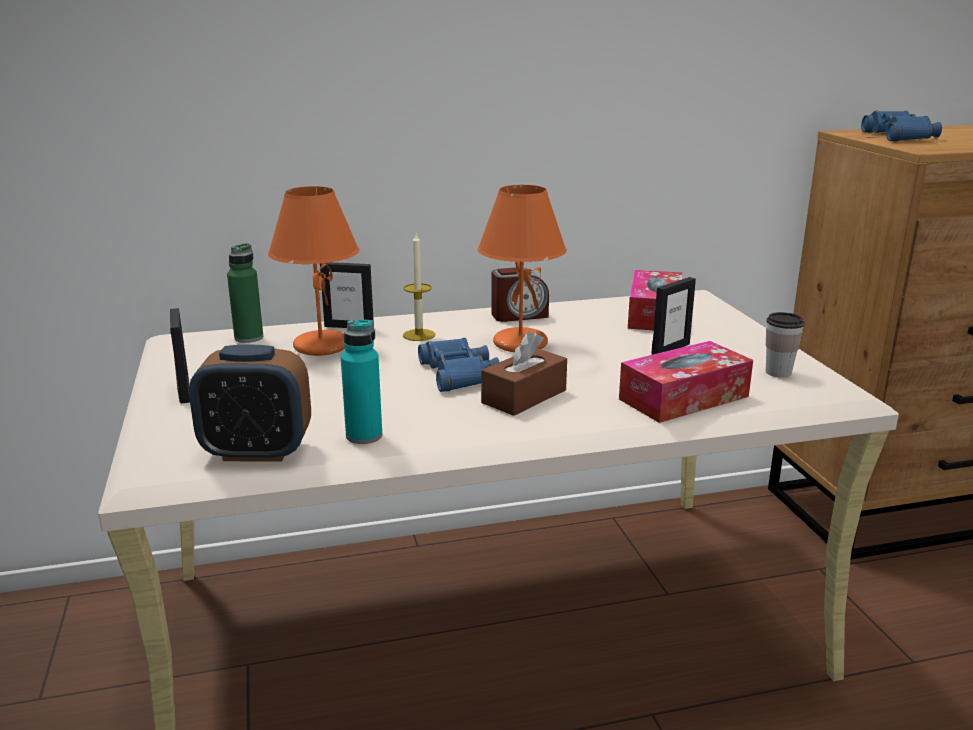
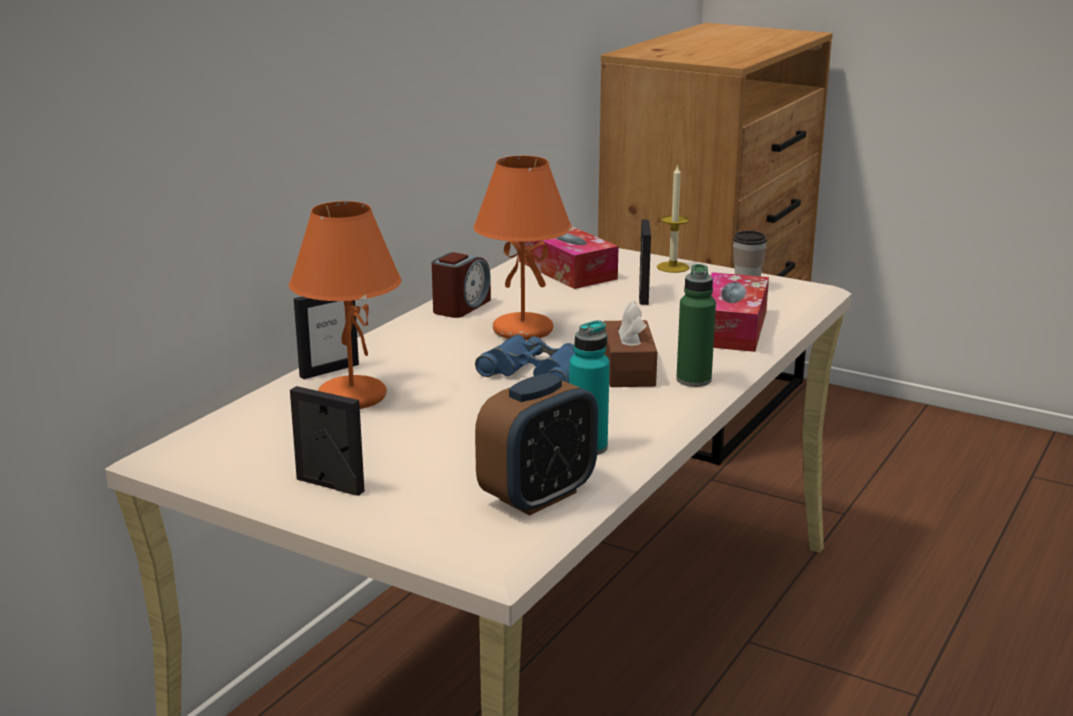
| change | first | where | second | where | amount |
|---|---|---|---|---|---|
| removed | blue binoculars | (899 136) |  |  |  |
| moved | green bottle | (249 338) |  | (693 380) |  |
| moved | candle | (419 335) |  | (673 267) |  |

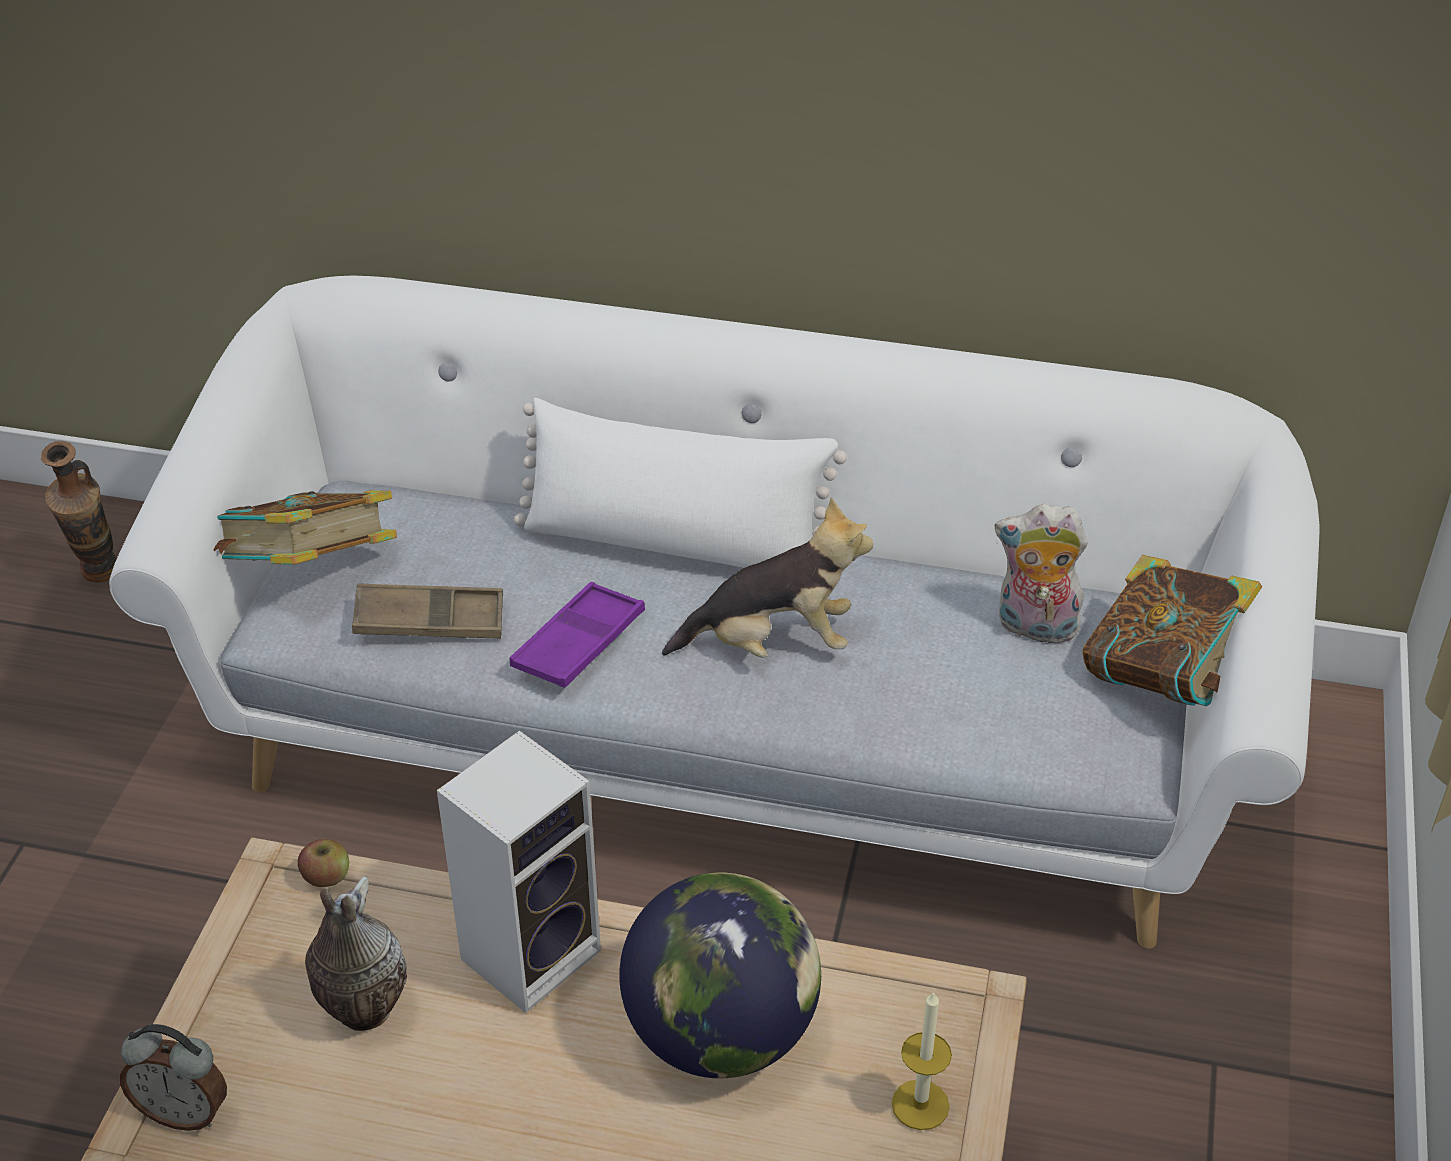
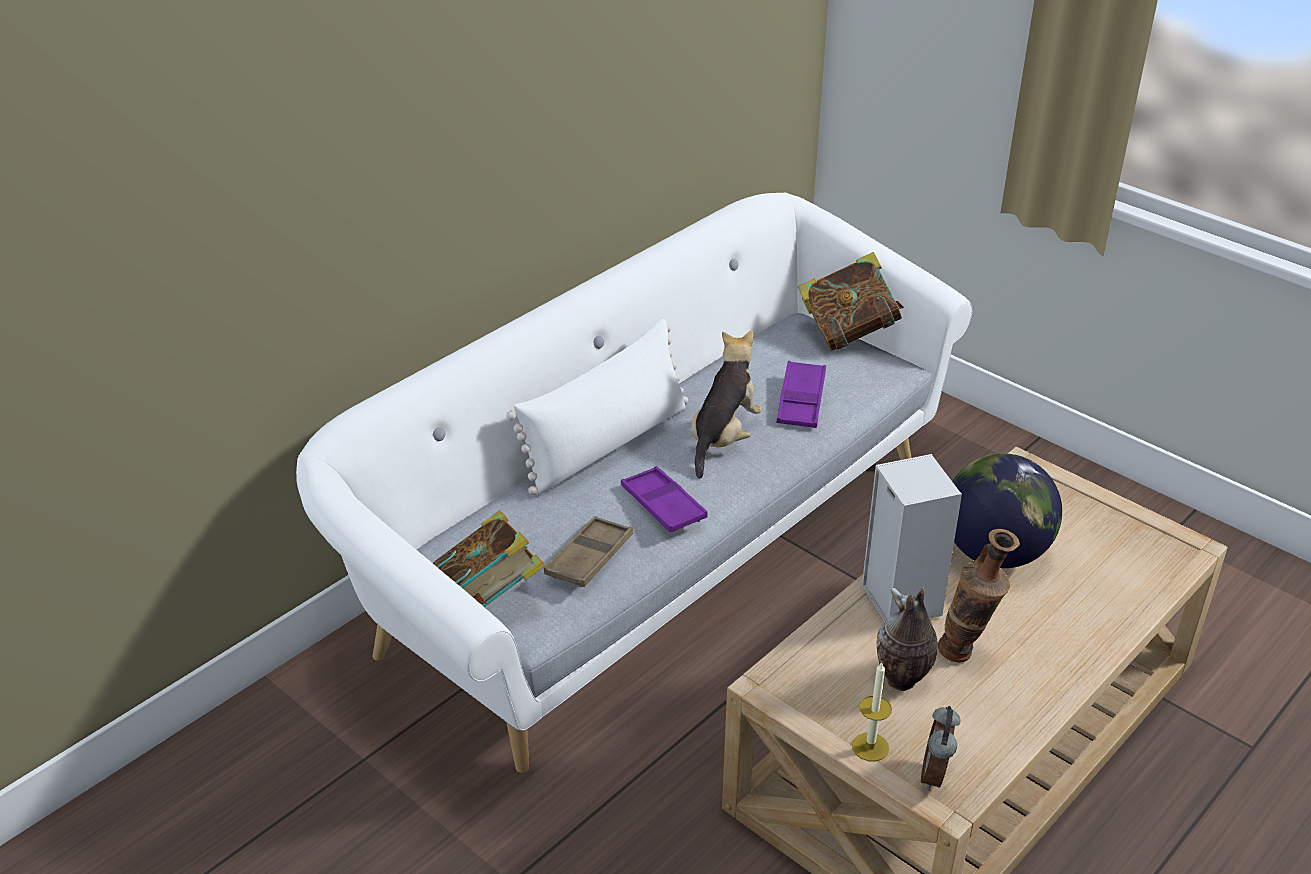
| change | first | where | second | where | amount |
|---|---|---|---|---|---|
| removed | apple | (326 876) |  |  |  |
| removed | plush toy | (1034 628) |  |  |  |
| added |  |  | purple tray | (801 400) |  |
| moved | vase | (98 579) |  | (966 655) |  |
| moved | candle | (920 1105) |  | (870 747) |  |
| turned | alarm clock | (184 1111) |  | (936 775) | 150 degrees clockwise |

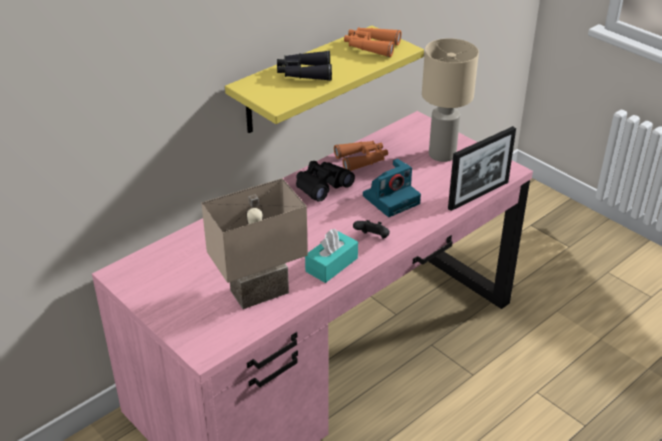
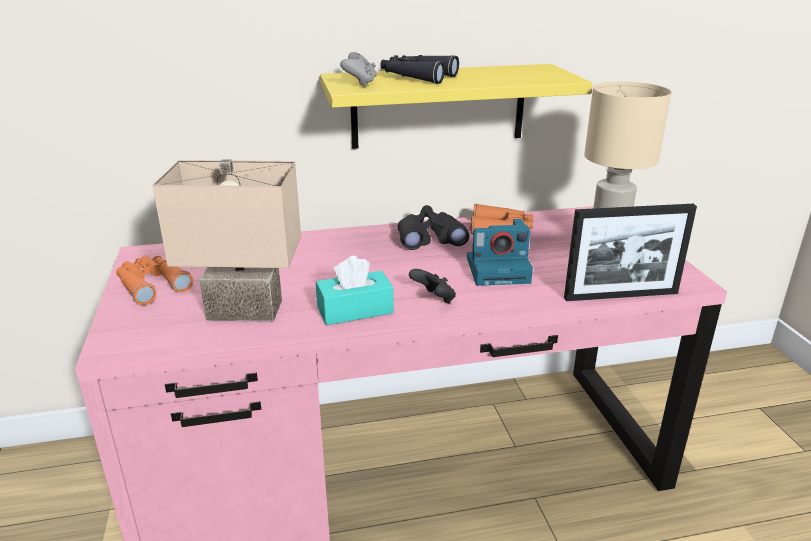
| change | first | where | second | where | amount |
|---|---|---|---|---|---|
| added |  |  | grey game controller | (360 84) |  |
| moved | orange binoculars | (371 47) |  | (151 285) |  |

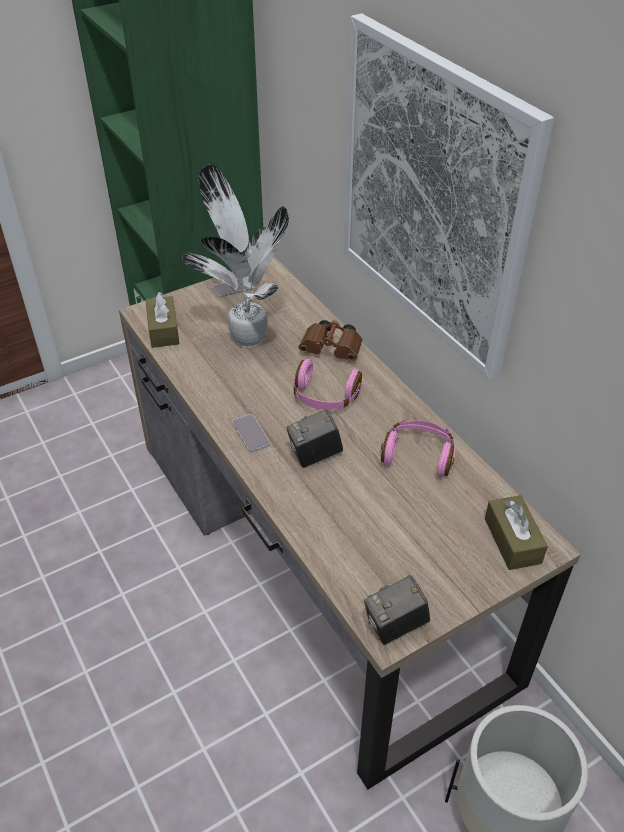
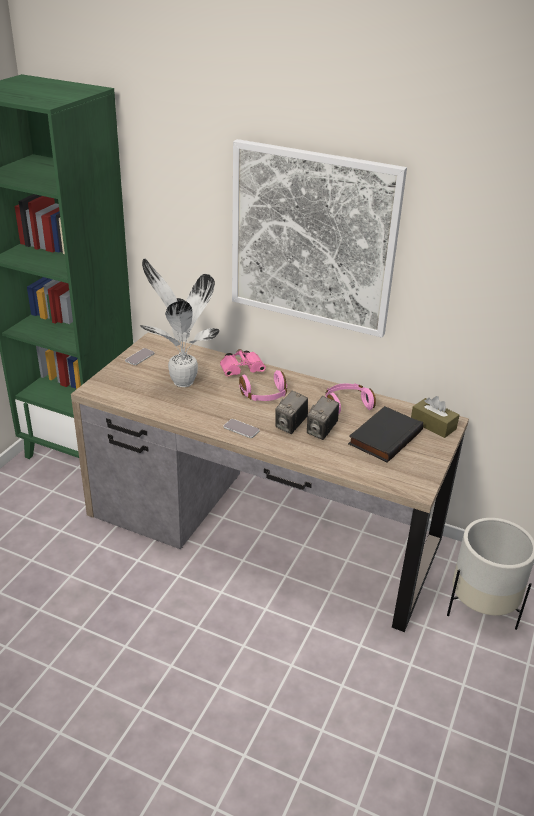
| change | first | where | second | where | amount |
|---|---|---|---|---|---|
| removed | brown tissue box | (163 330) |  |  |  |
| added |  |  | black book | (384 436) |  |
| moved | photo camera | (395 626) |  | (321 431) |  |
| recoloured | brown binoculars | (333 350) | pink binoculars | (243 370) |  |

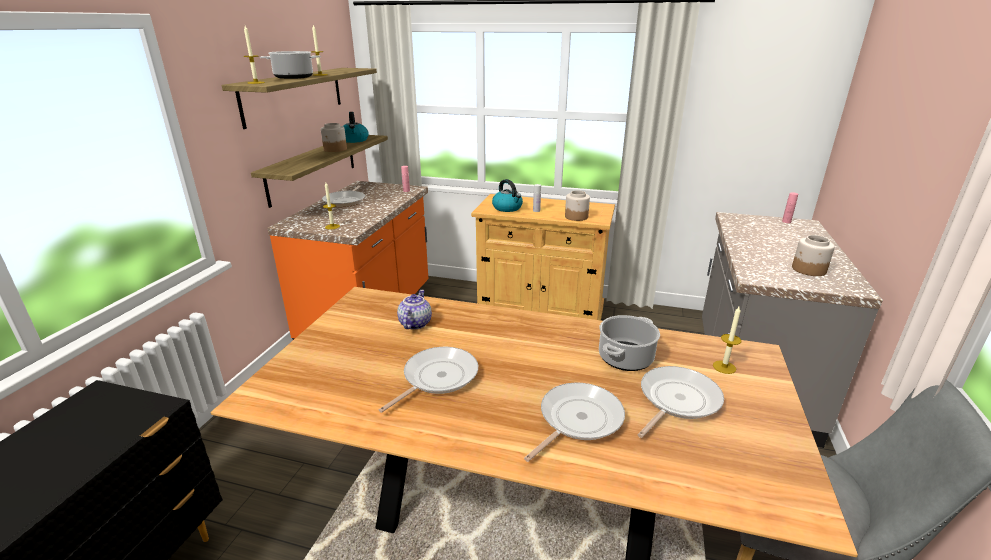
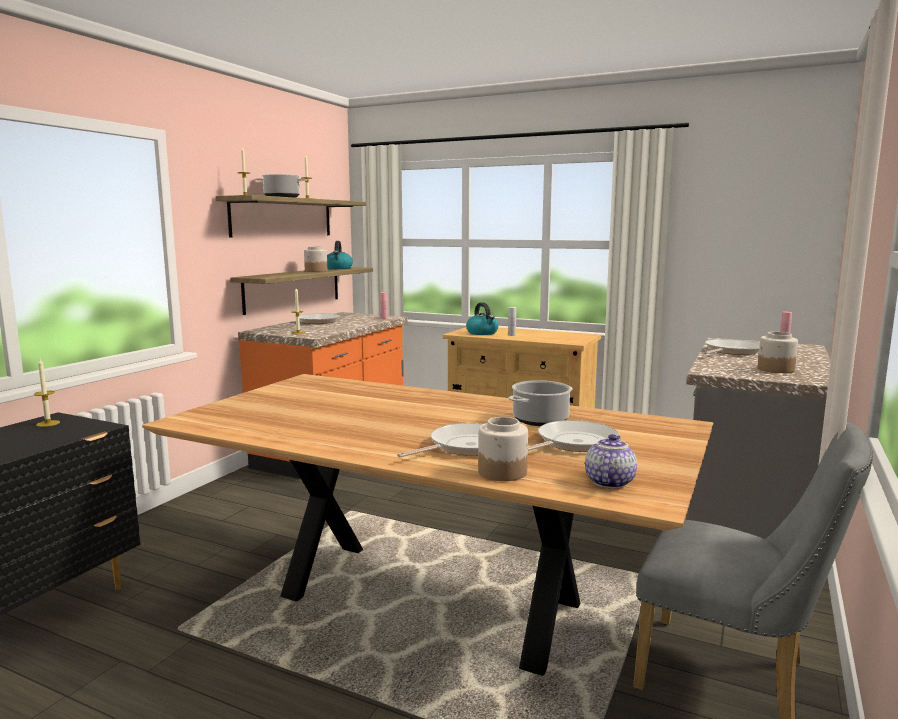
| change | first | where | second | where | amount |
|---|---|---|---|---|---|
| moved | frying pan | (437 378) |  | (731 351) |  |
| moved | teapot | (414 323) |  | (608 482) |  |
| moved | jar | (576 217) |  | (503 472) |  |
| moved | candle | (724 367) |  | (48 423) |  |

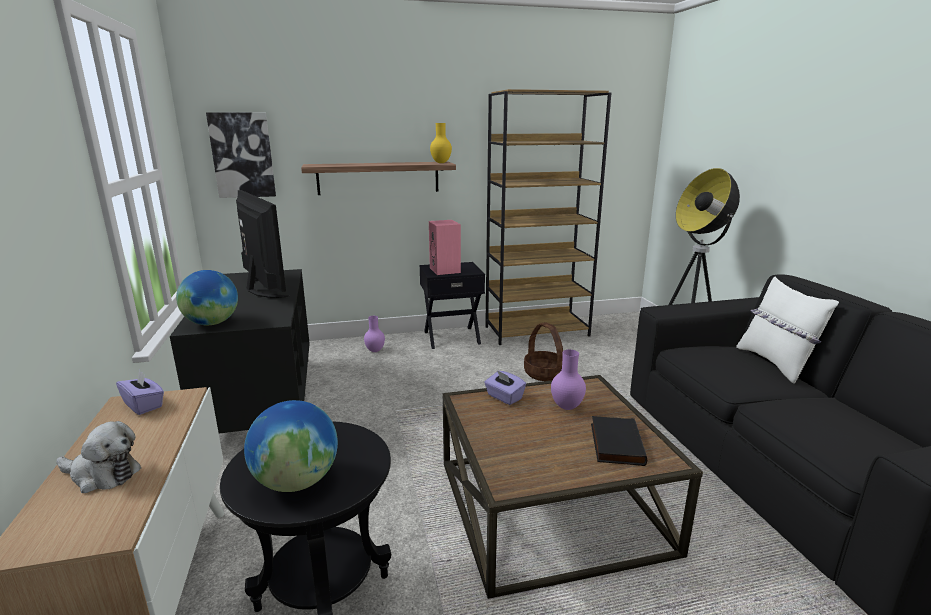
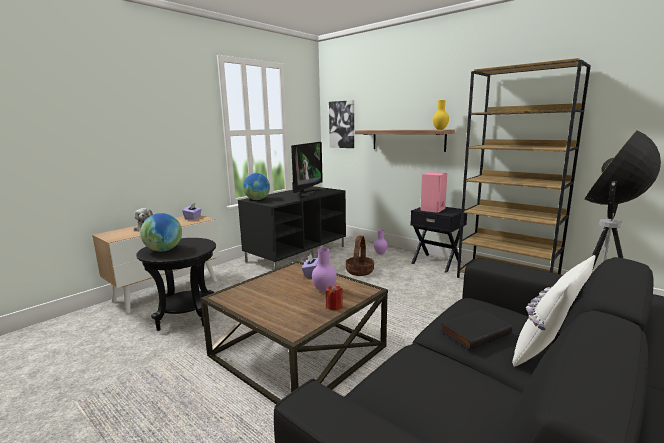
| change | first | where | second | where | amount |
|---|---|---|---|---|---|
| added |  |  | red candle | (334 306) |  |
| moved | basket | (544 373) |  | (360 271) |  |
| moved | black book | (614 443) |  | (474 331) |  |

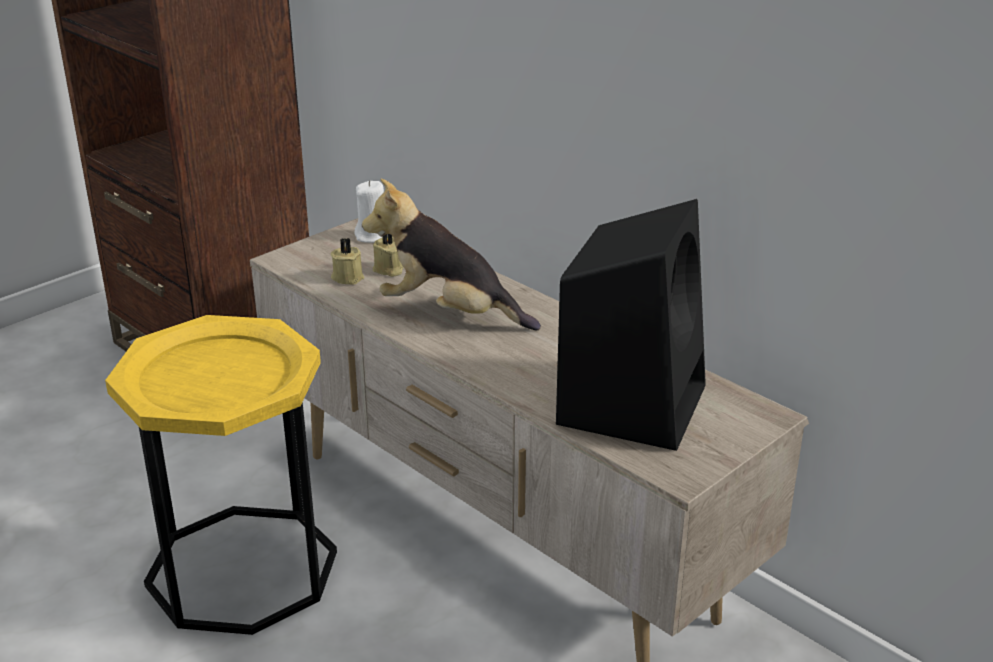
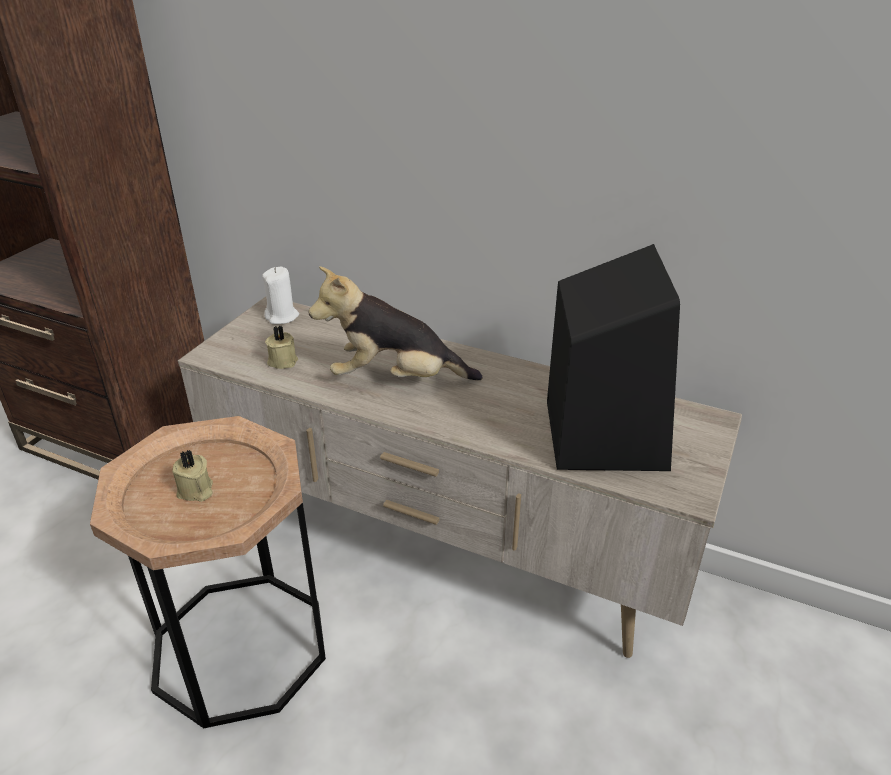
| change | first | where | second | where | amount |
|---|---|---|---|---|---|
| moved | beige candle | (389 269) |  | (195 491) |  |
| recoloured | yellow side table | (242 569) | brown side table | (240 646) |  |

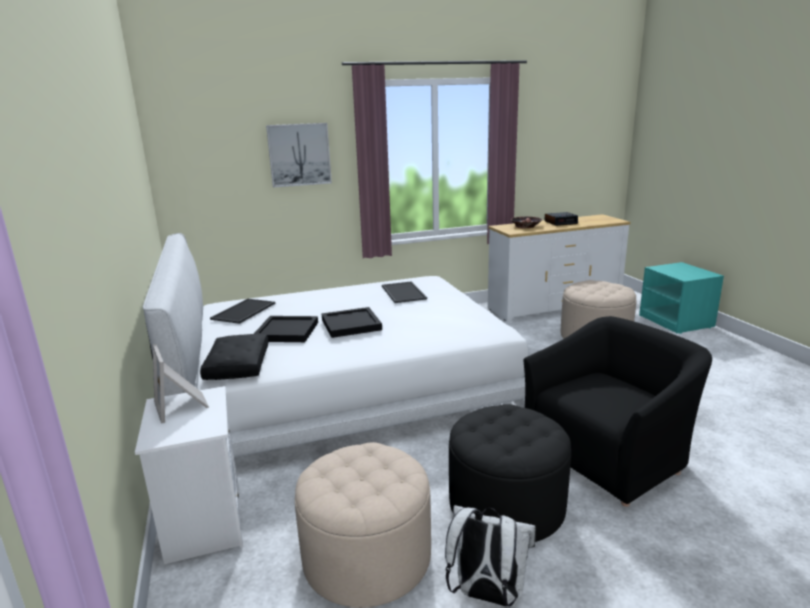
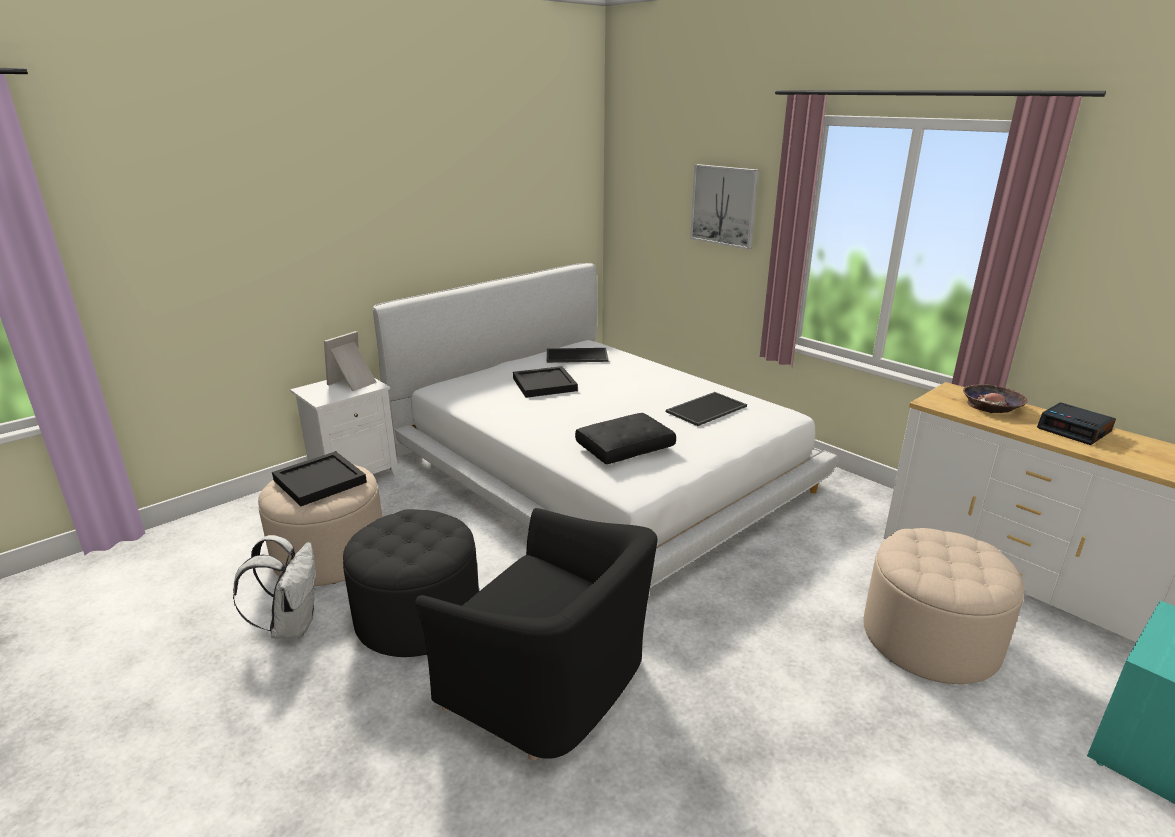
| change | first | where | second | where | amount |
|---|---|---|---|---|---|
| moved | black pillow | (236 365) |  | (625 447) |  |
| moved | black tray | (350 325) |  | (319 481) |  |

